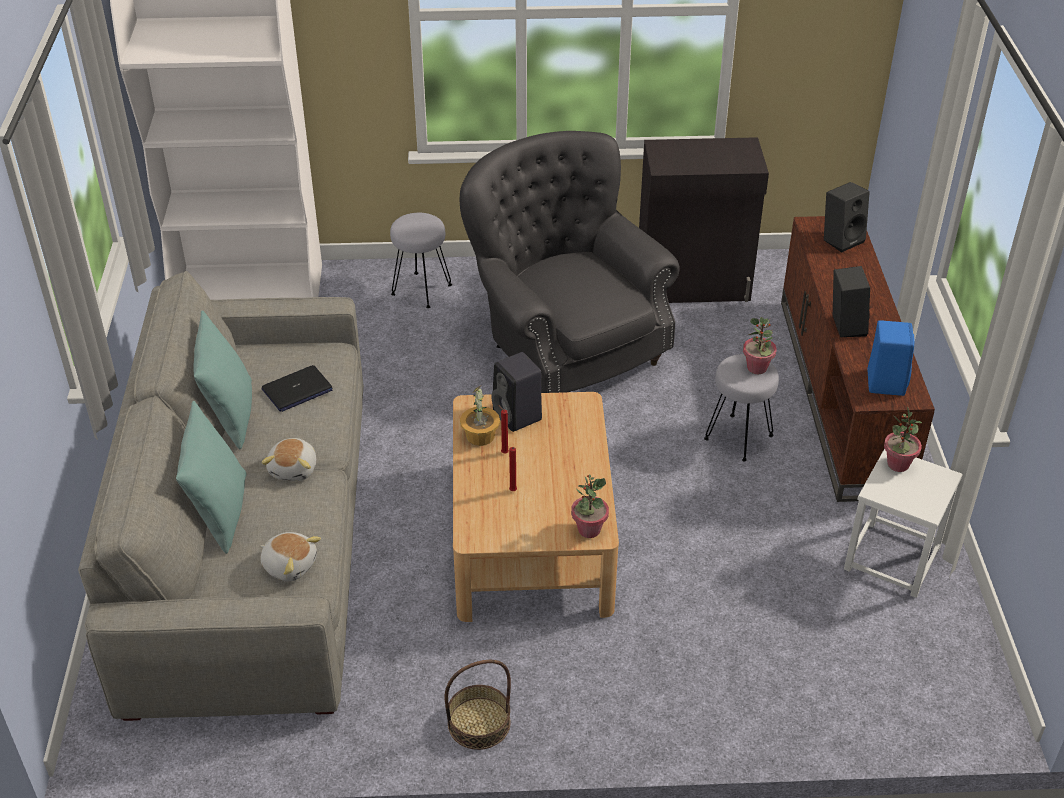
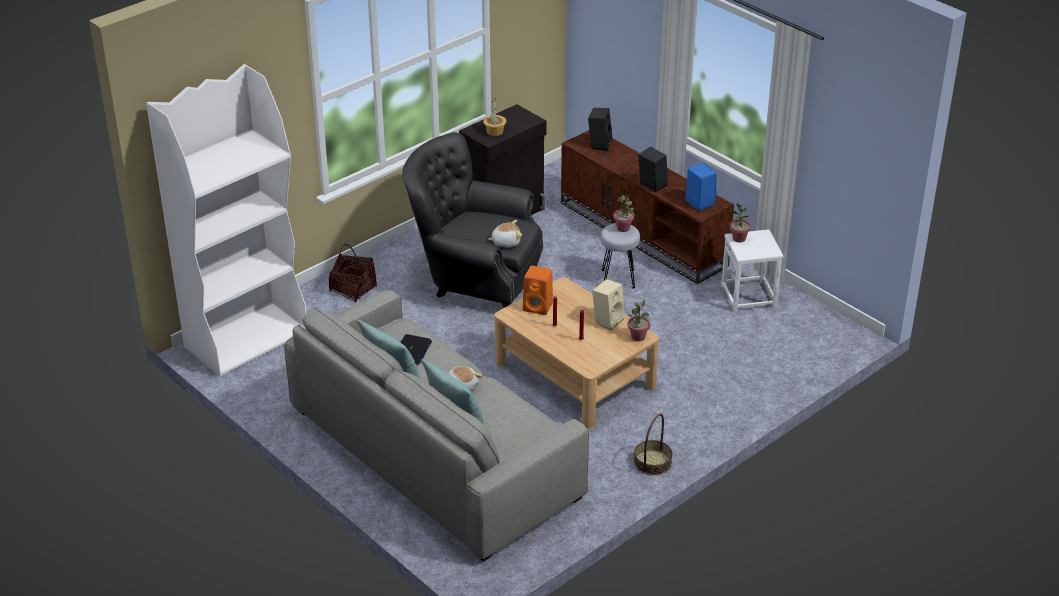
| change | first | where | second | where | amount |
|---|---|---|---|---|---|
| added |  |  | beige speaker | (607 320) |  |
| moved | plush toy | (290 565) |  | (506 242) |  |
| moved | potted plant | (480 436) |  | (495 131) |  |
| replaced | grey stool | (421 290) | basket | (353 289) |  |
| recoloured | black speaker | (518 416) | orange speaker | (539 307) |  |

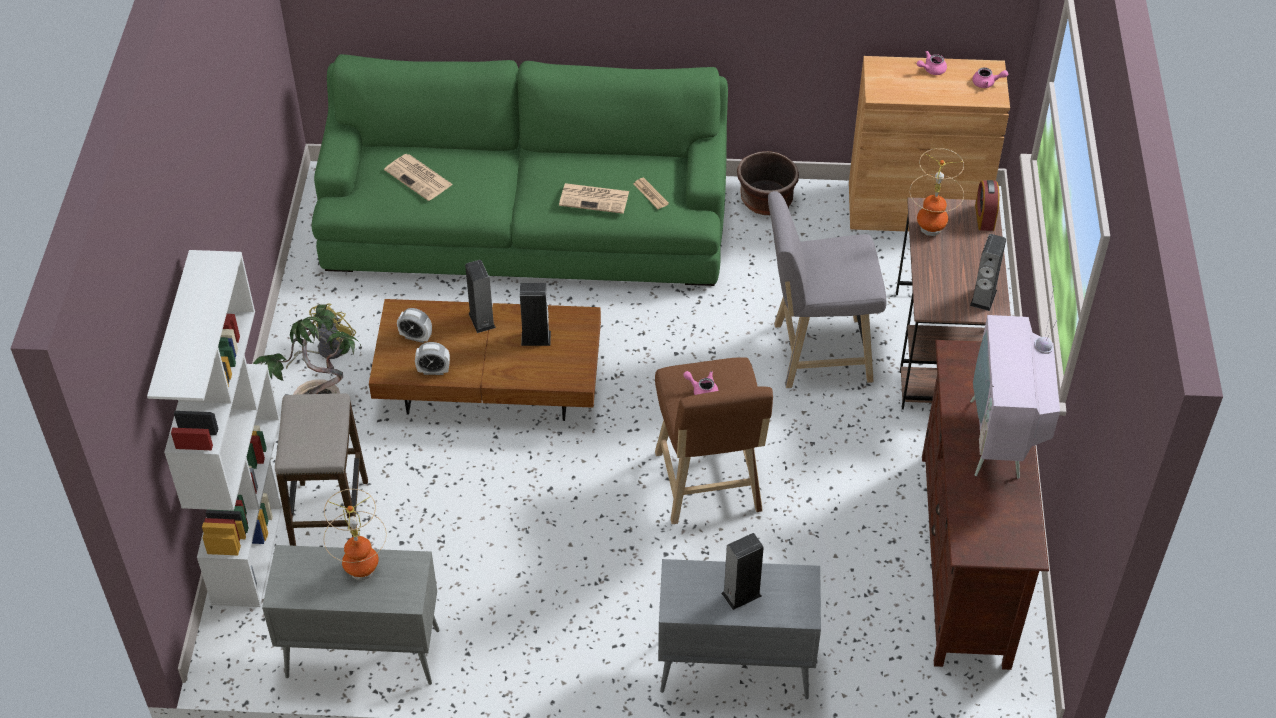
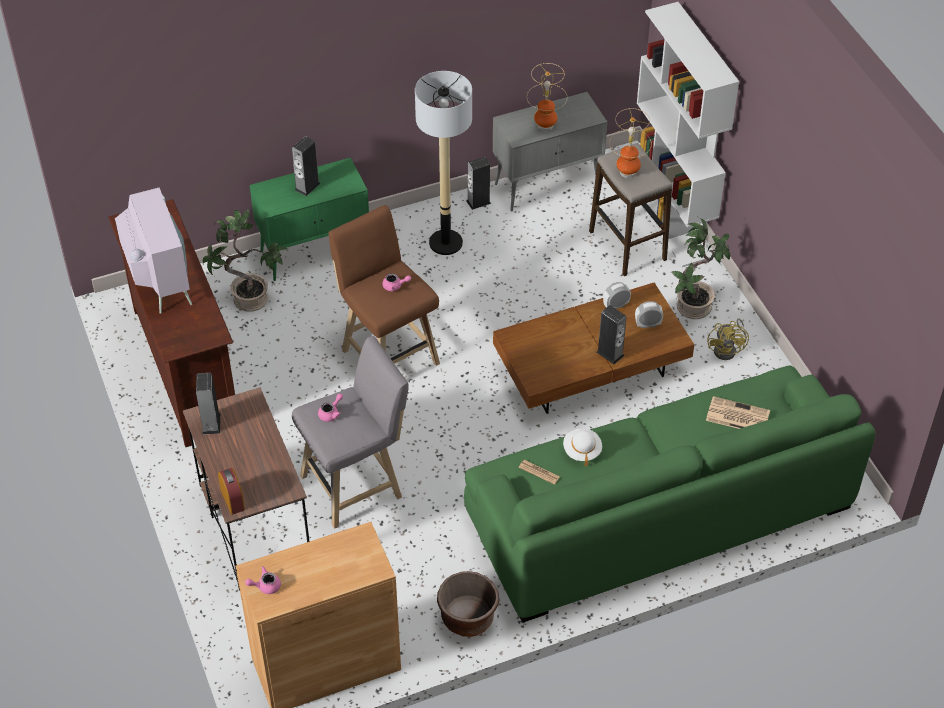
| change | first | where | second | where | amount |
|---|---|---|---|---|---|
| added |  |  | potted plant | (249 300) |  |
| added |  |  | floor lamp | (446 242) |  |
| moved | speaker | (536 338) |  | (478 202) |  |
| moved | table lamp | (930 228) |  | (628 172) |  |
| moved | pink teapot | (931 70) |  | (331 413) |  |
| replaced | newspaper | (595 198) | white hat | (582 450) |  |
| recoloured | grey cabinet | (733 668) | green cabinet | (315 252) |  |

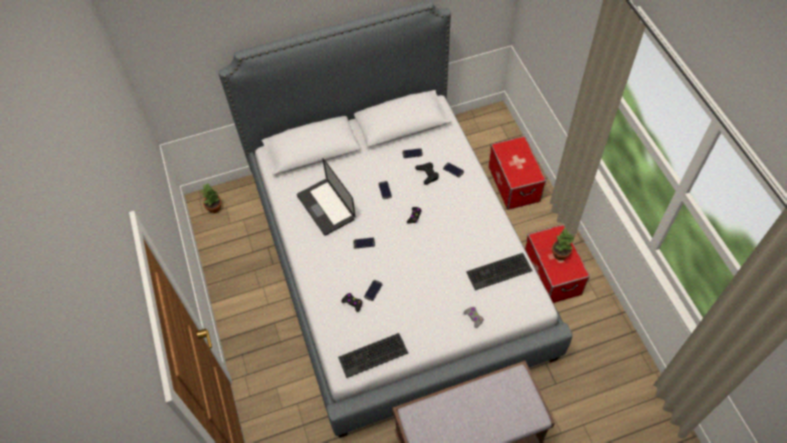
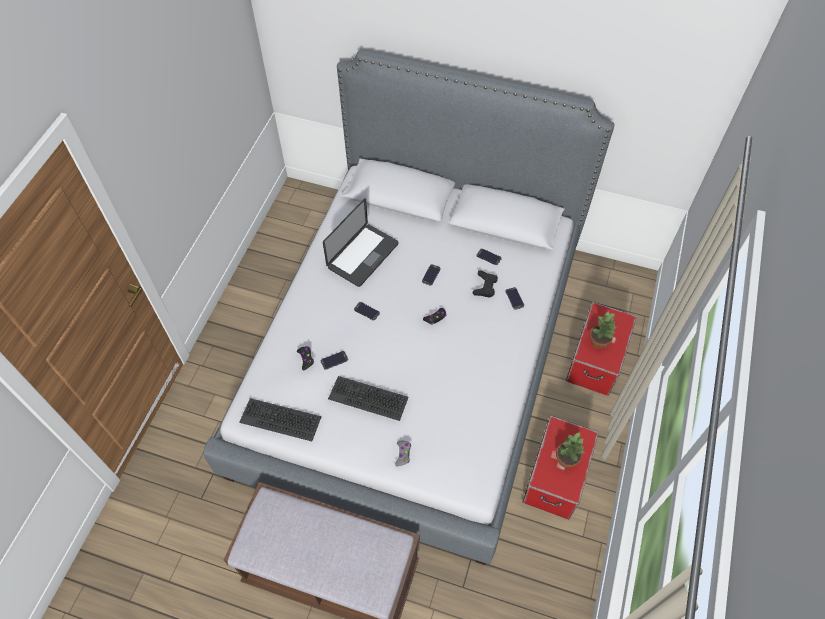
| change | first | where | second | where | amount |
|---|---|---|---|---|---|
| moved | potted plant | (215 207) |  | (599 342) |  |
| moved | keyboard | (499 271) |  | (368 398) |  |
| turned | laptop | (326 207) |  | (363 256) | 150 degrees counterclockwise |

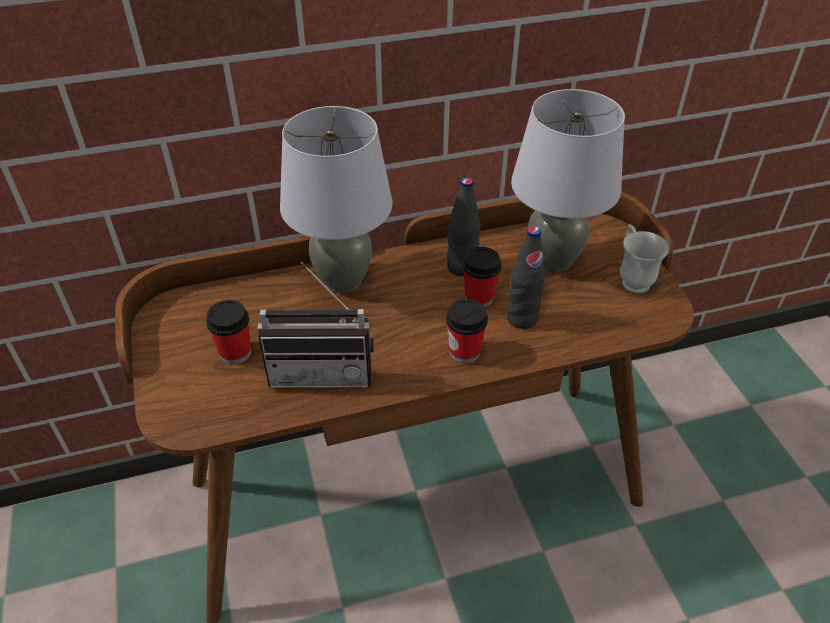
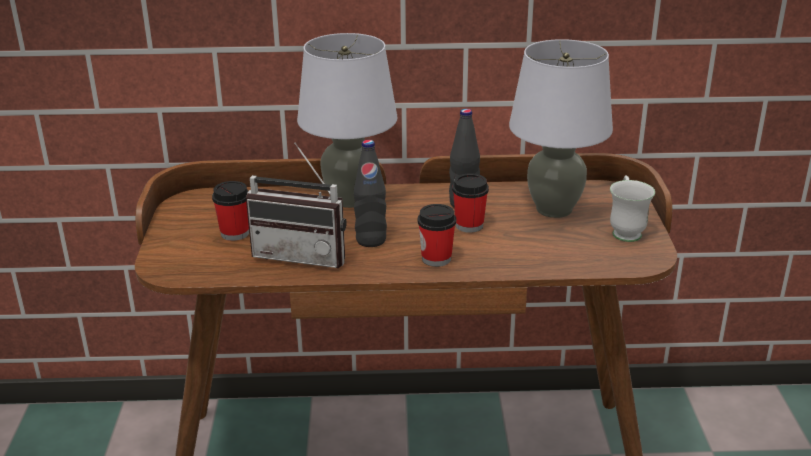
| change | first | where | second | where | amount |
|---|---|---|---|---|---|
| moved | black bottle | (522 318) |  | (371 240) |  |

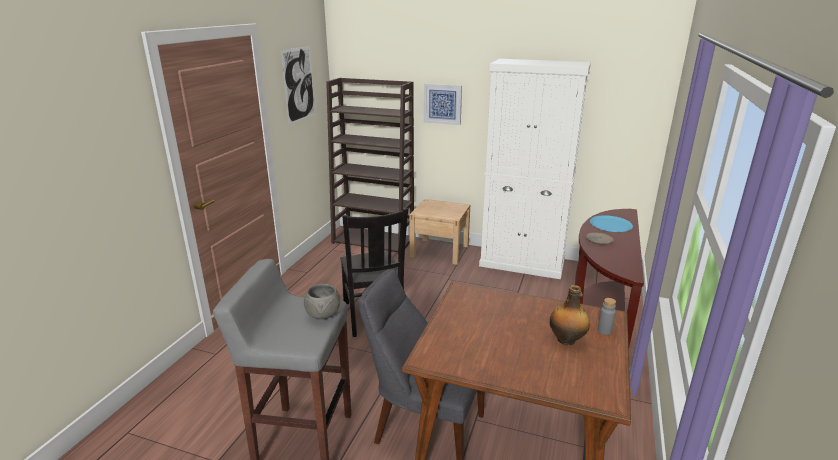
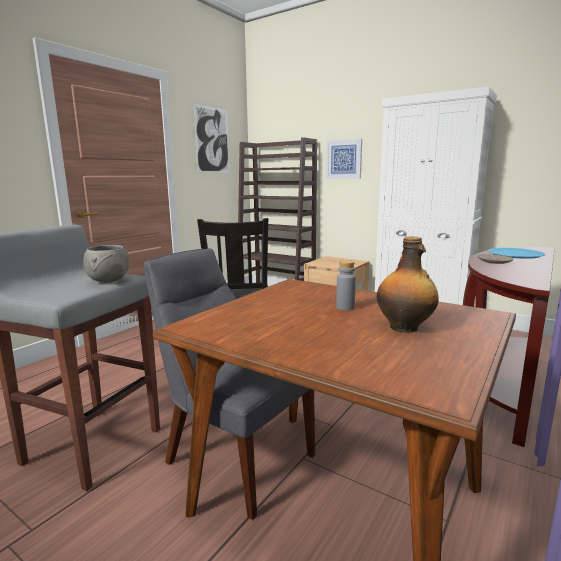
| change | first | where | second | where | amount |
|---|---|---|---|---|---|
| moved | grey bottle | (604 330) |  | (345 307) |  |

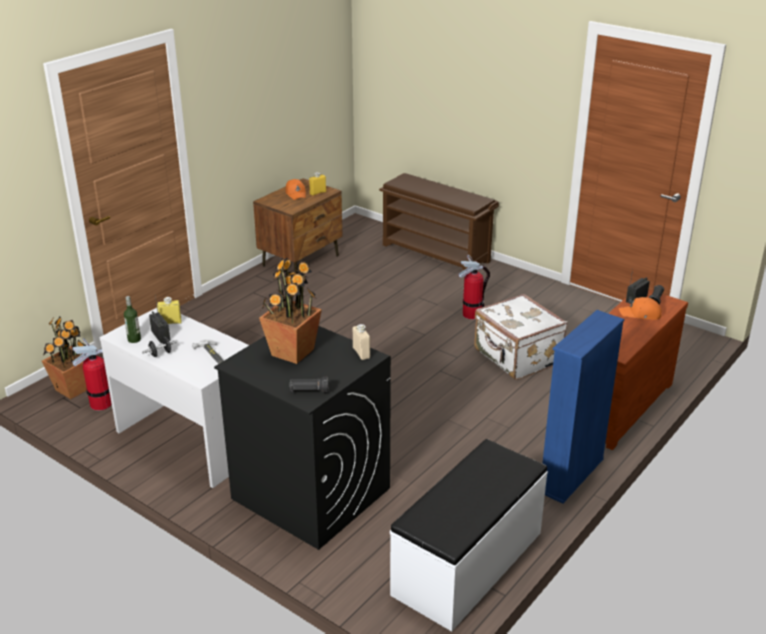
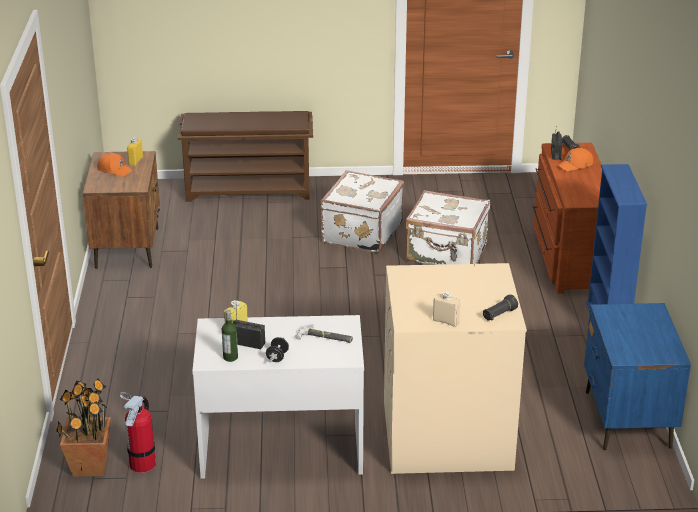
| change | first | where | second | where | amount |
|---|---|---|---|---|---|
| removed | potted plant | (292 352) |  |  |  |
| moved | beige bottle | (361 353) |  | (446 321) |  |
| replaced | white bench | (469 564) | blue nightstand | (627 420) |  |
| replaced | fire extinguisher | (472 314) | white suitcase | (360 233) |  |
| recoloured | black washing machine | (309 493) | beige washing machine | (445 435) |  |

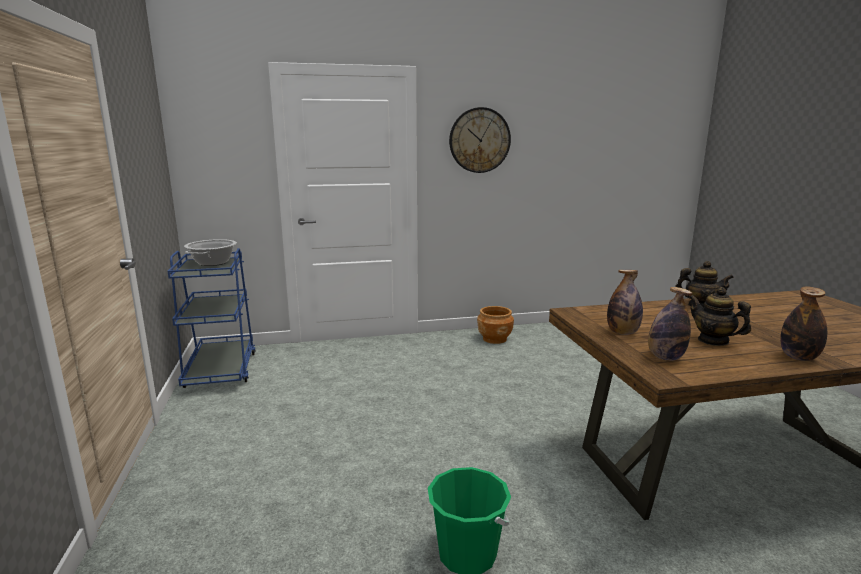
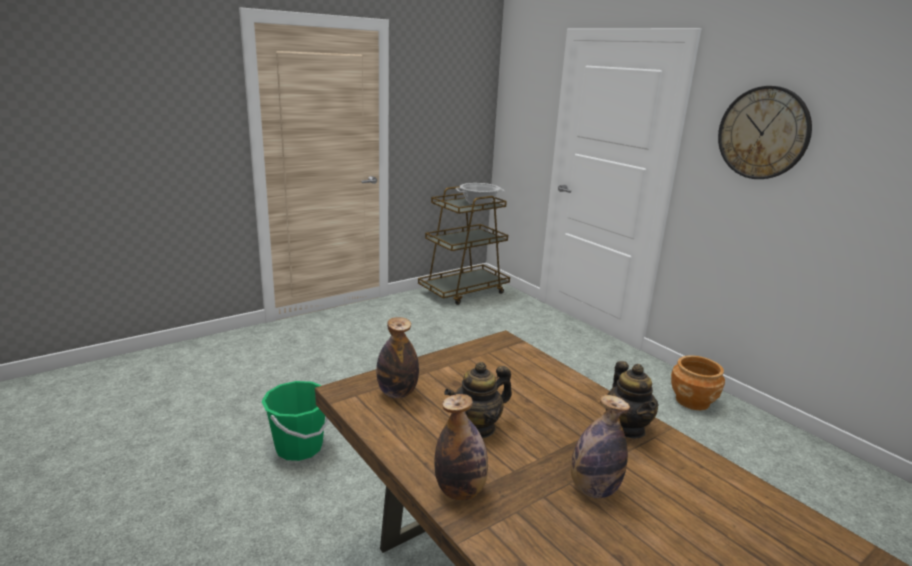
| change | first | where | second | where | amount |
|---|---|---|---|---|---|
| moved | bottle | (622 333) |  | (593 489) |  |
| recoloured | blue cart | (221 371) | brown cart | (464 291) |  |
| turned | teapot | (713 340) |  | (477 427) | 150 degrees counterclockwise |

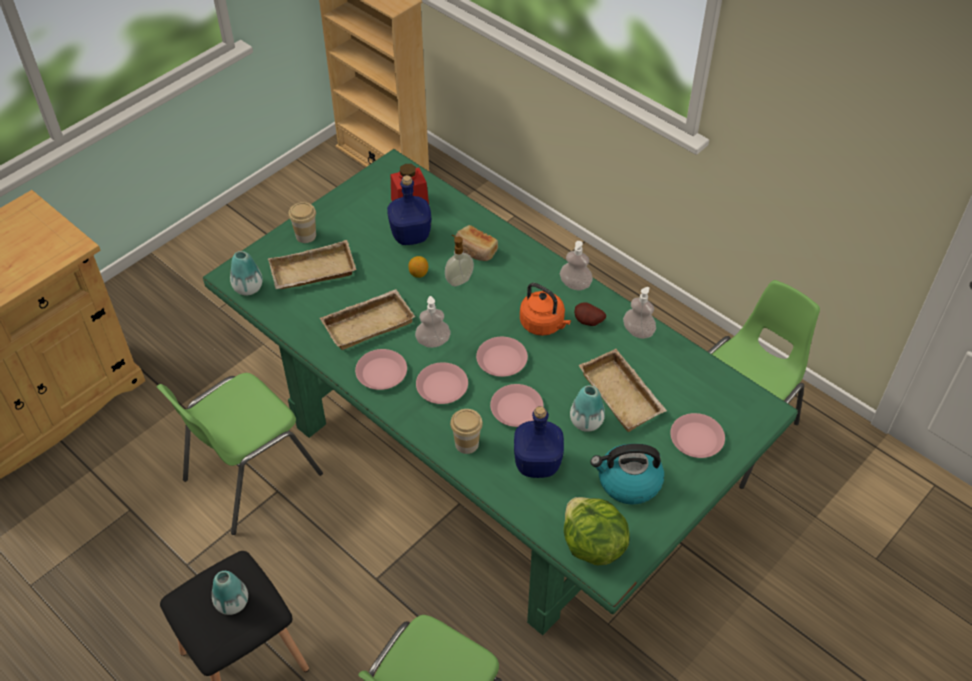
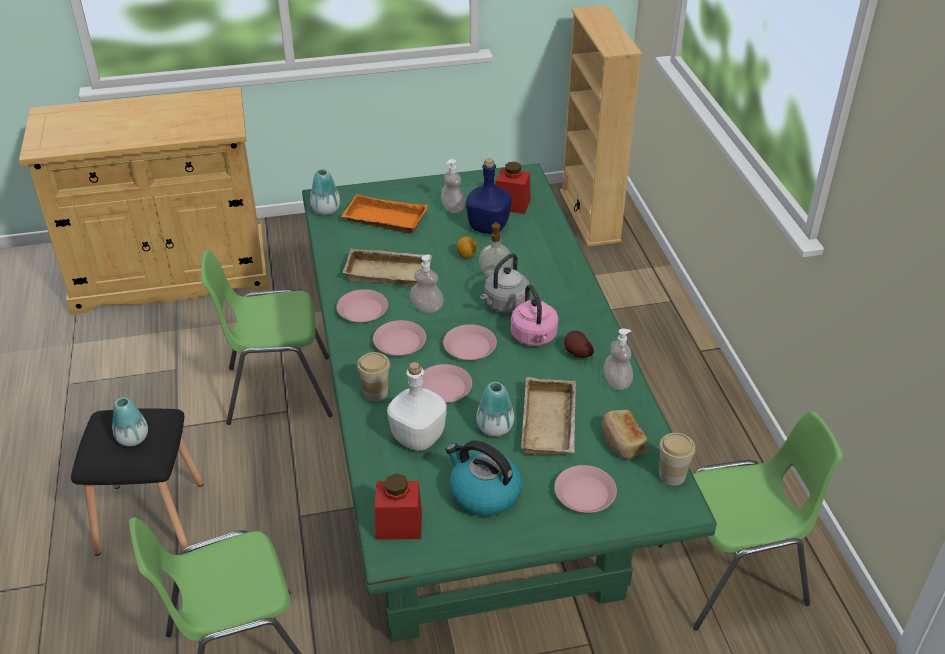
| change | first | where | second | where | amount |
|---|---|---|---|---|---|
| added |  |  | grey kettle | (504 305) |  |
| moved | cup | (306 235) |  | (672 475) |  |
| moved | bread | (475 250) |  | (622 442) |  |
| moved | soap dispenser | (575 284) |  | (453 208) |  |
| replaced | lettuce | (592 545) | red jar | (399 525) |  |
| recoloured | beige tray | (312 273) | orange tray | (383 220) |  |
| recoloured | blue bottle | (537 463) | white bottle | (418 437) |  |
| recoloured | orange kettle | (544 324) | pink kettle | (534 337) |  |

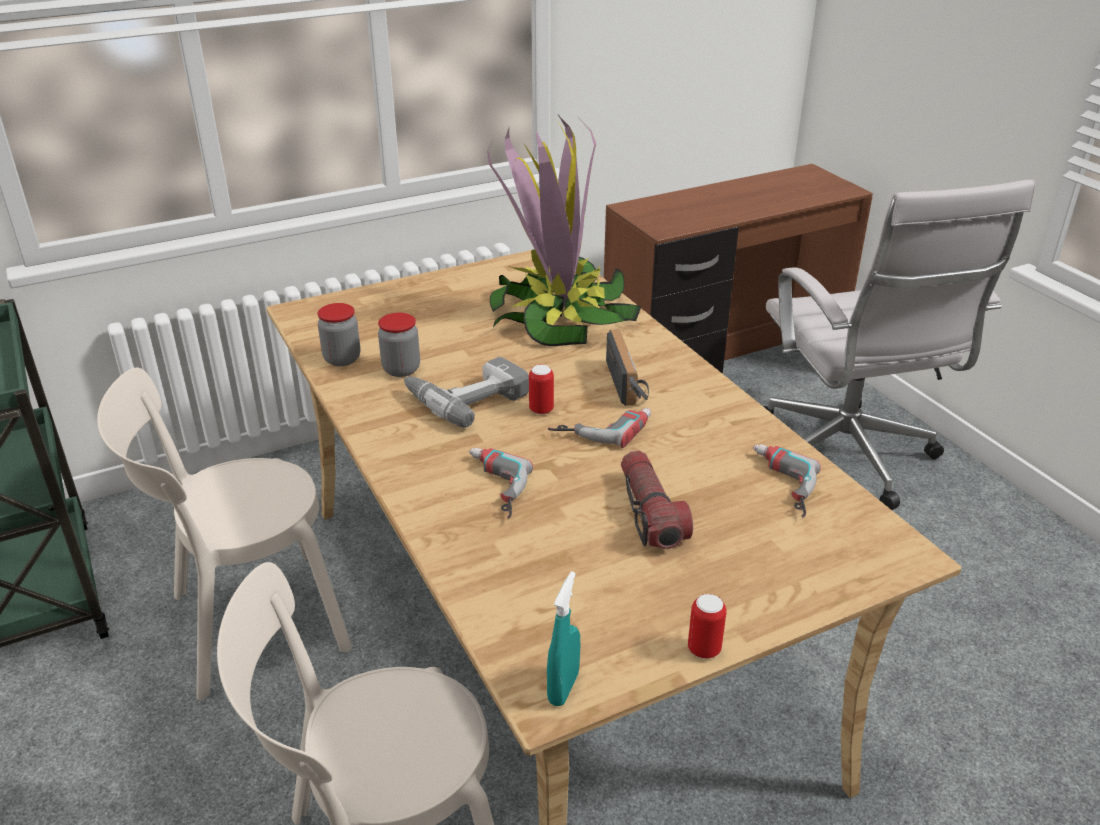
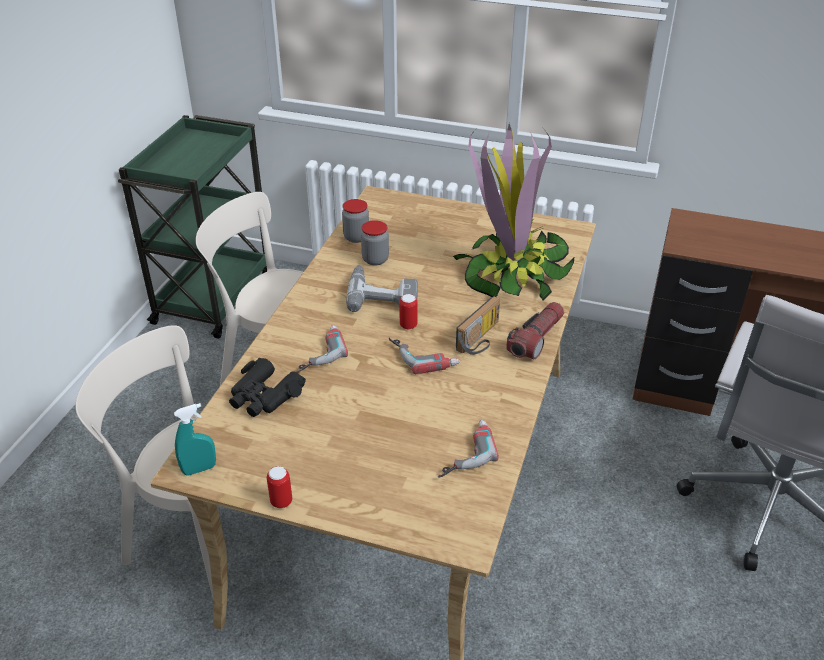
| change | first | where | second | where | amount |
|---|---|---|---|---|---|
| added |  |  | black binoculars | (264 396) |  |
| moved | flashlight | (650 512) |  | (536 339) |  |

